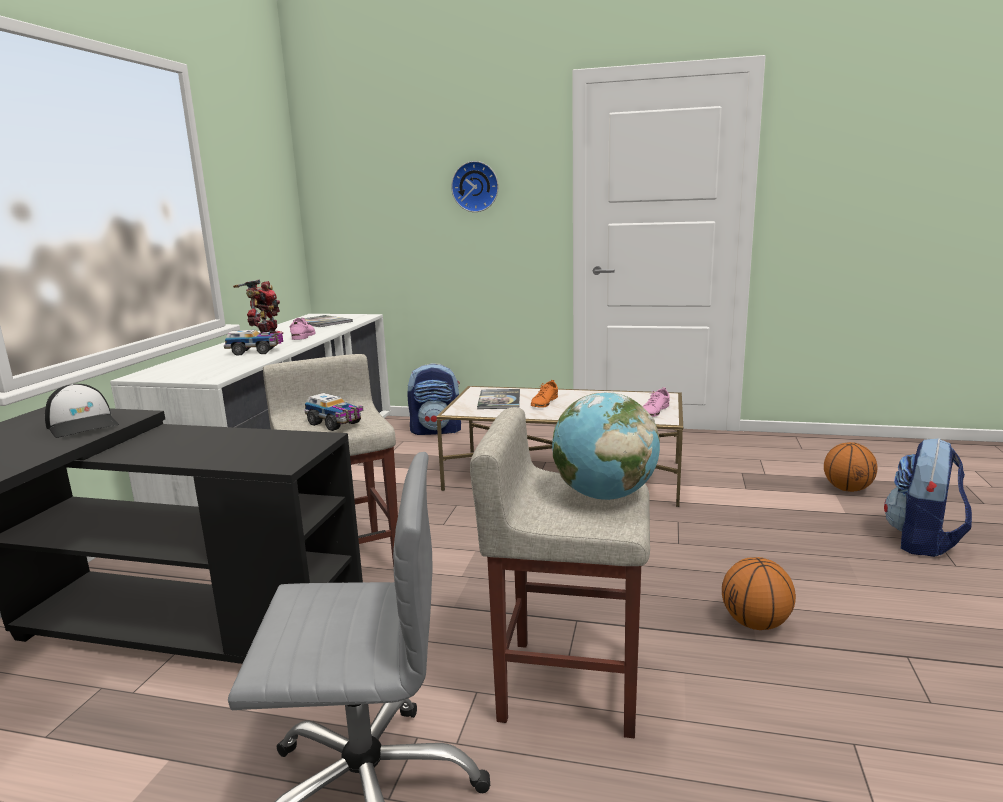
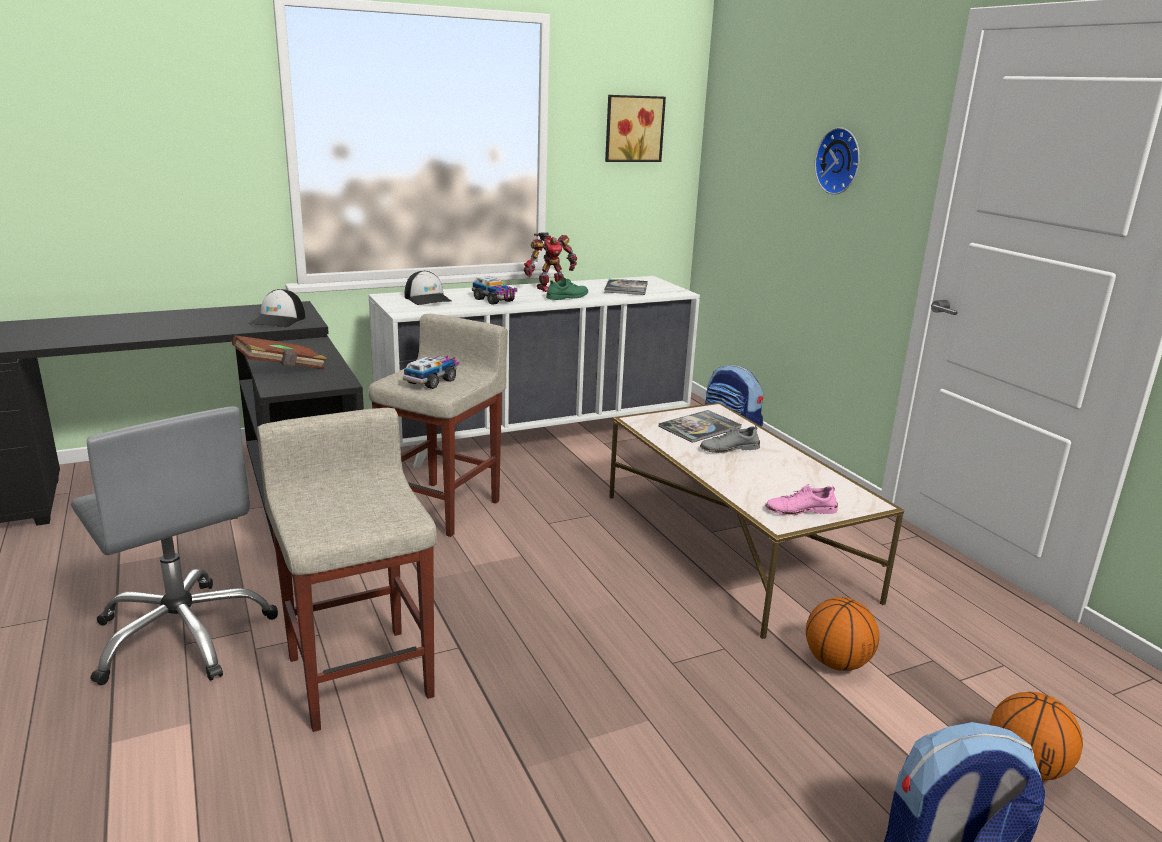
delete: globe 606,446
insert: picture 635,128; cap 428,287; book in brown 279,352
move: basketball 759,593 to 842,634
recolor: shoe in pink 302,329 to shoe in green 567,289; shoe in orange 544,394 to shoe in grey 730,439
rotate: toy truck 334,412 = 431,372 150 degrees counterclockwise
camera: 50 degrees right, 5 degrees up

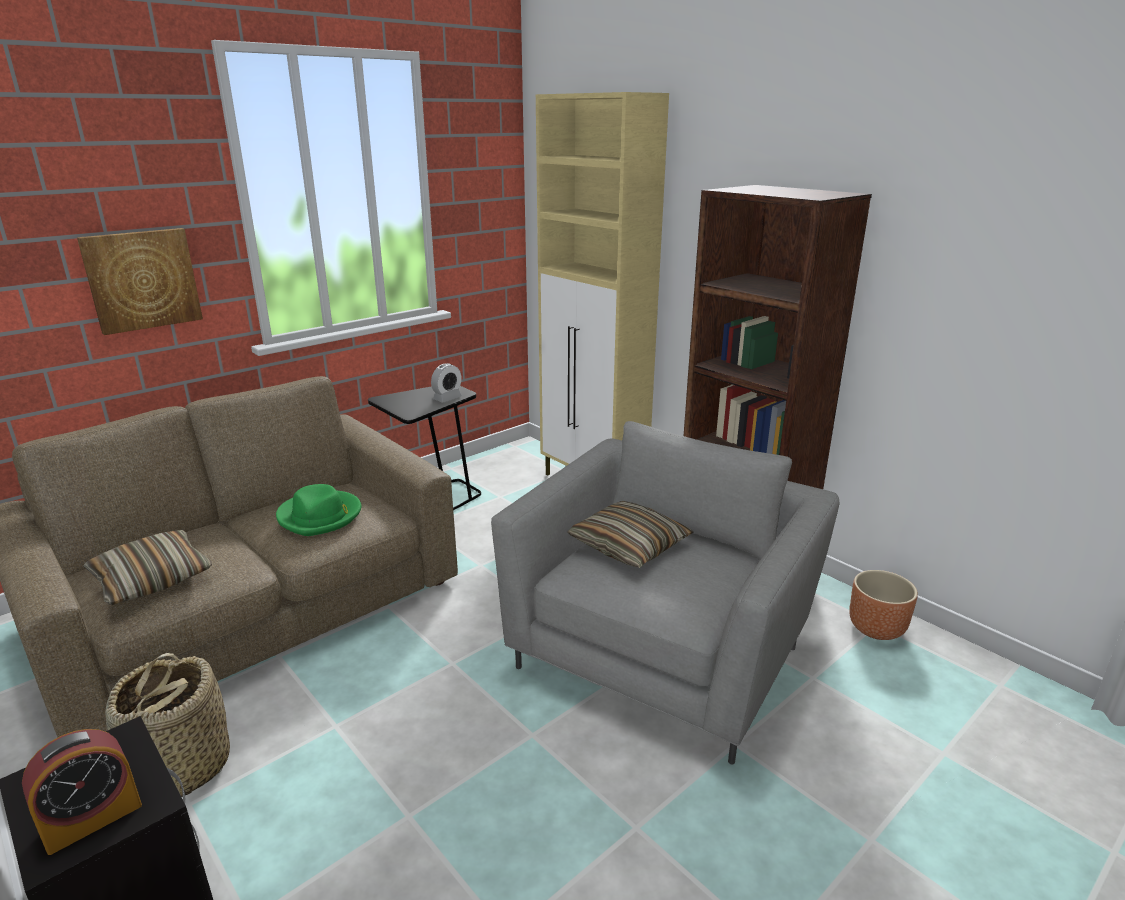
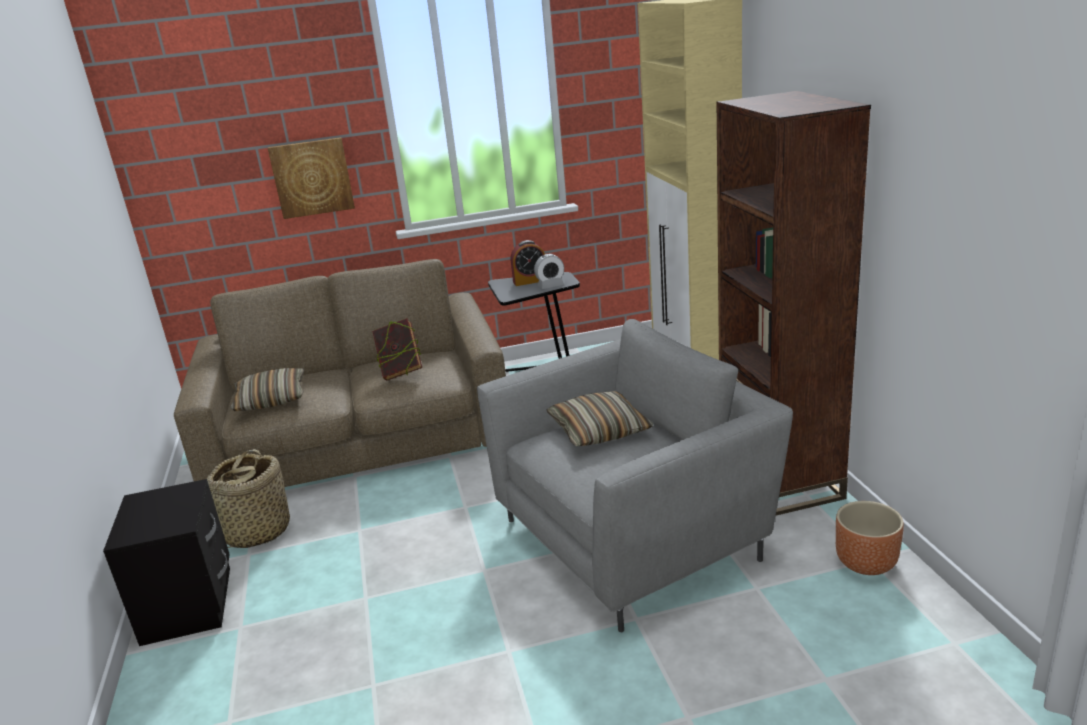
move: alarm clock 82,792 to 528,263
replace: hat in green 318,510 to book 397,349
camera: 30 degrees right, 0 degrees up

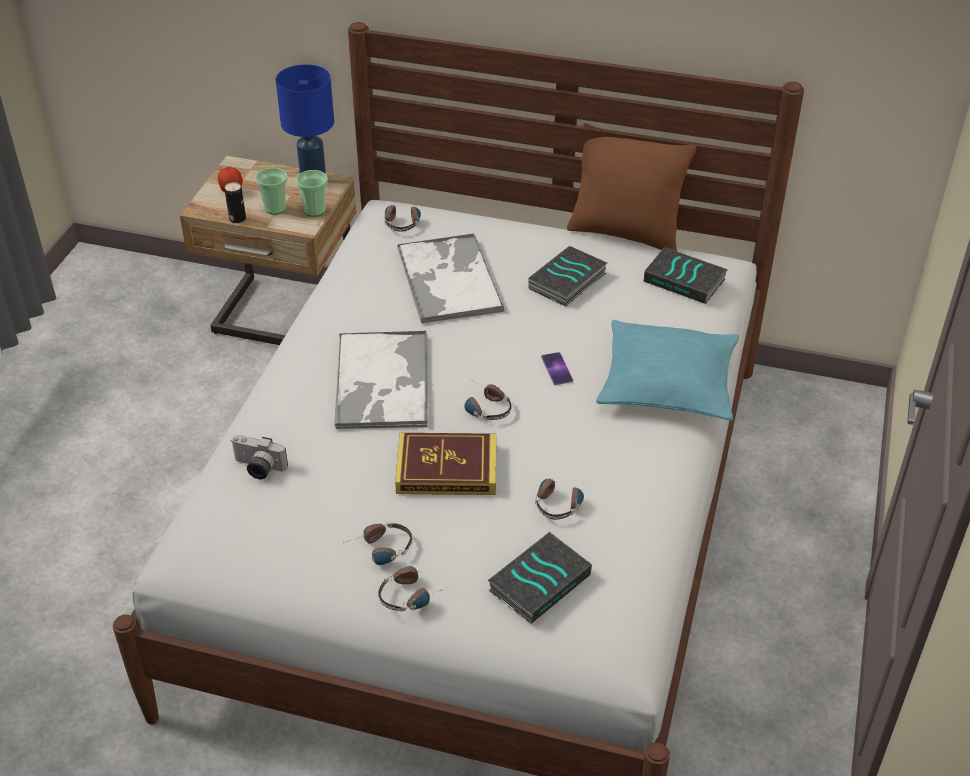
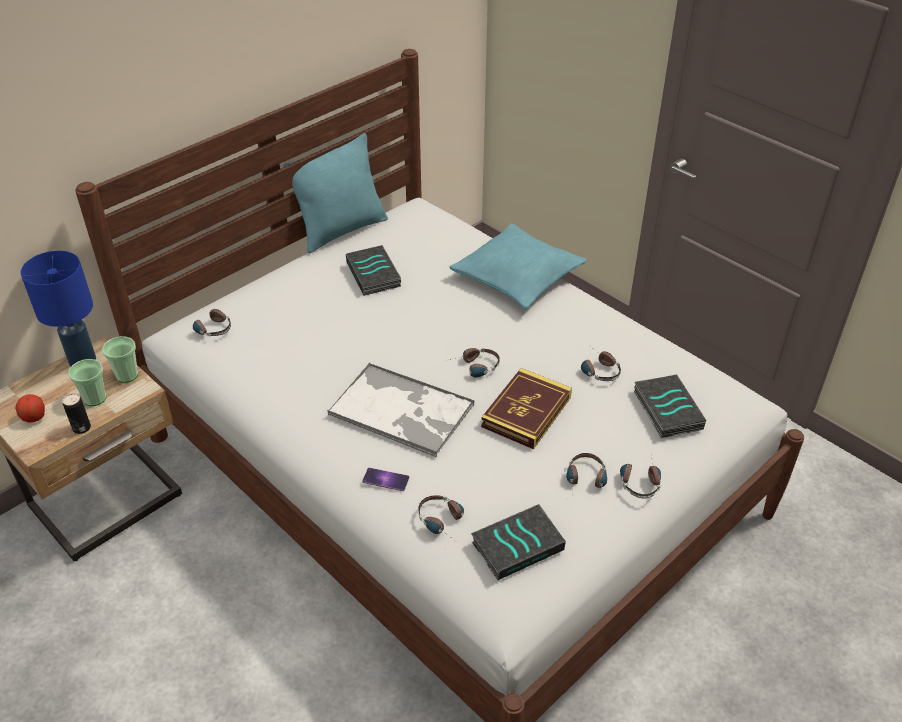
delete: tray 450,278
move: book 686,275 to 518,542; phone 557,368 to 386,479
replace: photo camera 259,457 to headphones 441,517
recolor: pillow in brown 631,187 to pillow in turquoise 335,193
camera: 60 degrees left, 0 degrees up

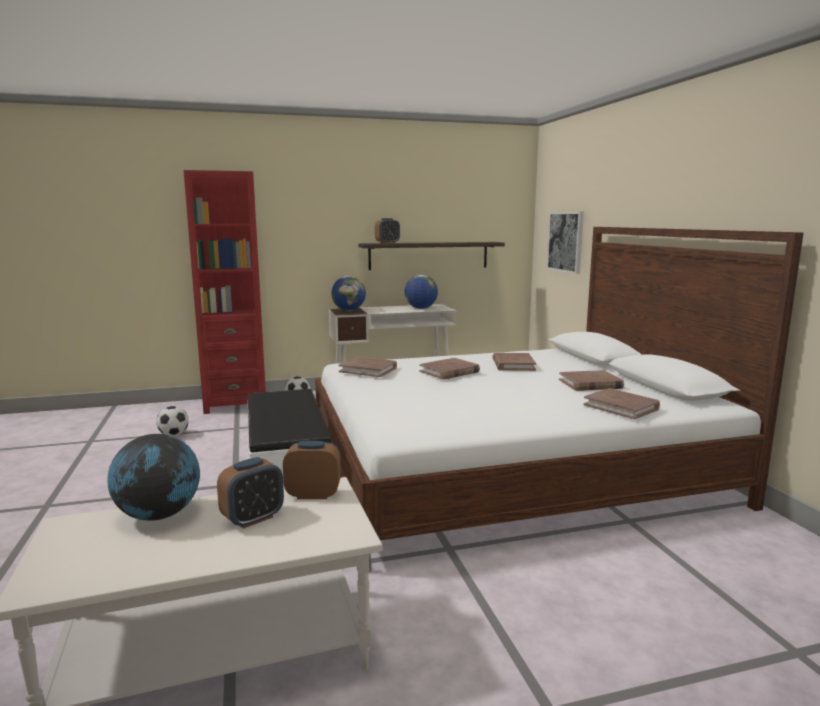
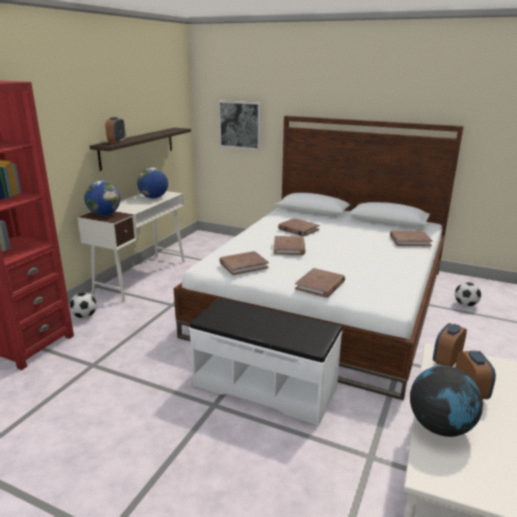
move: book in brown 591,380 to 320,283; football 172,421 to 468,294
camera: 50 degrees left, 10 degrees up

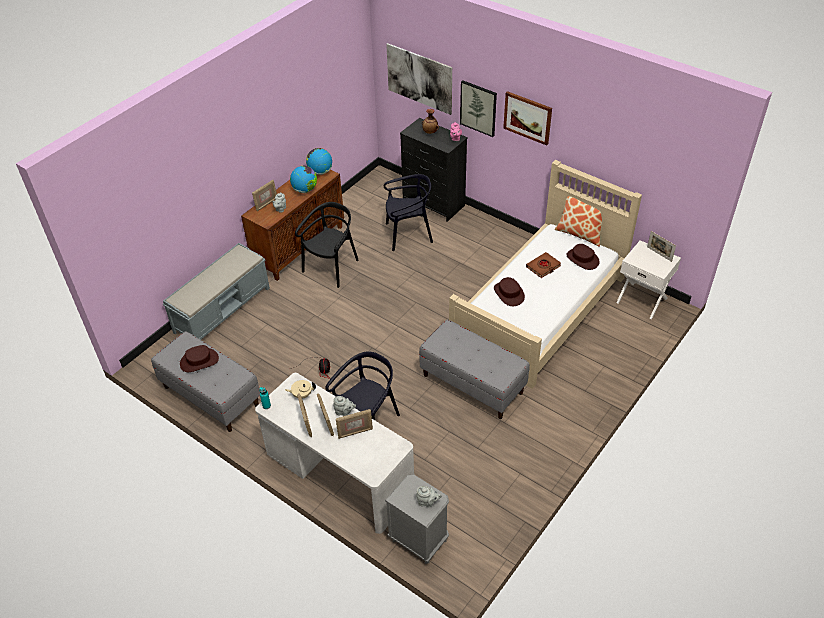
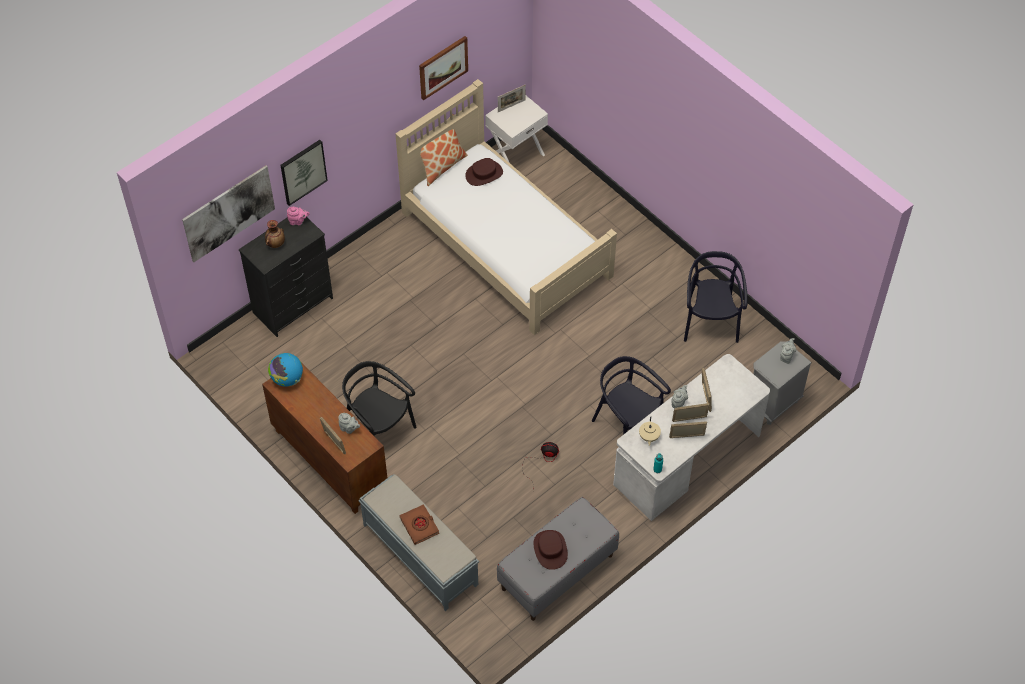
delete: globe 303,179; hat in brown 509,291; bench in grey 474,369
move: picture 527,118 to 443,68; chair in black 408,212 to 715,297; book in brown 543,265 to 419,524
camera: 80 degrees left, 10 degrees up

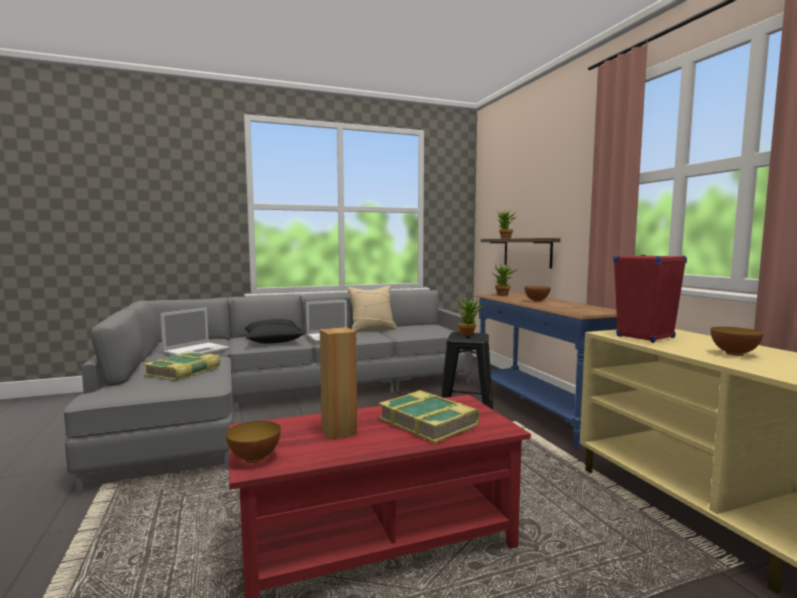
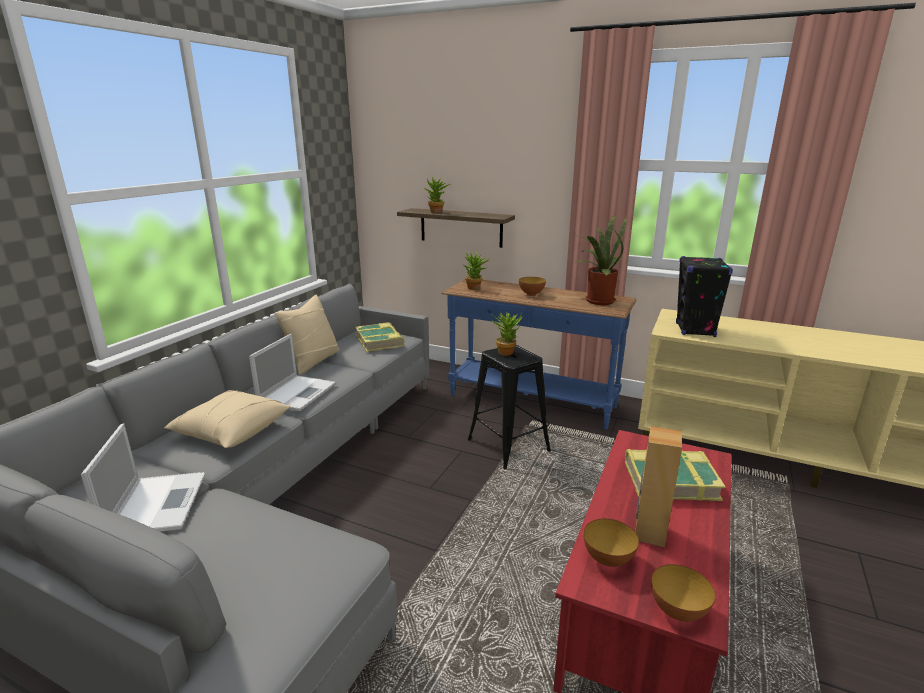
insert: potted plant 600,260
move: bowl 737,341 to 611,542; book 182,366 to 380,337
recolor: speaker in red 650,299 to speaker in black 704,296; pillow in black 274,331 to pillow in beige 227,419
camera: 45 degrees left, 15 degrees up

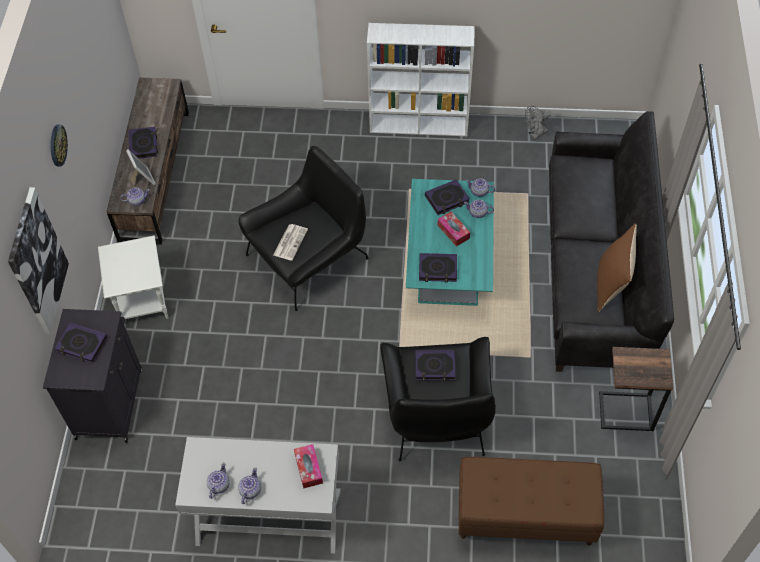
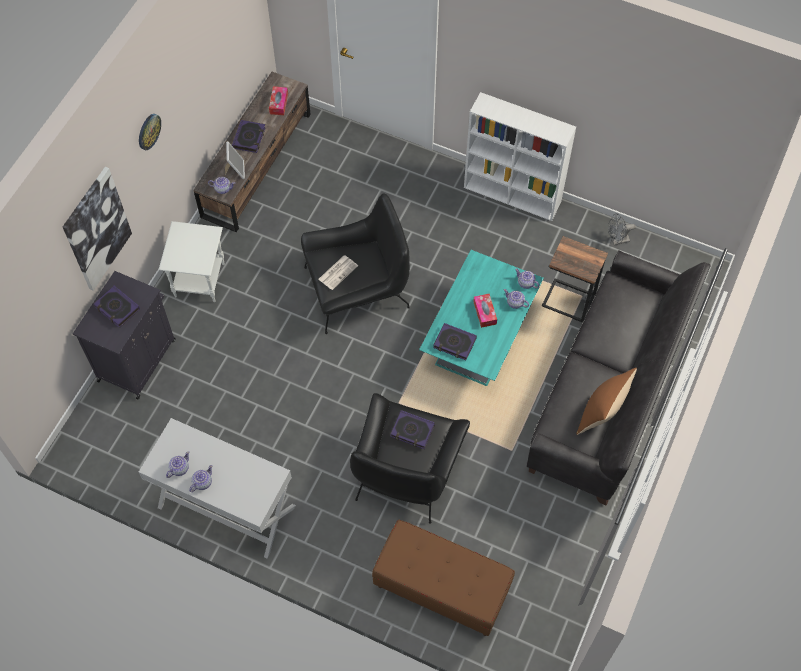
delete: book 447,197
move: side table 636,389 to 575,279; tissue box 308,466 to 278,100
camera: 20 degrees right, 5 degrees up

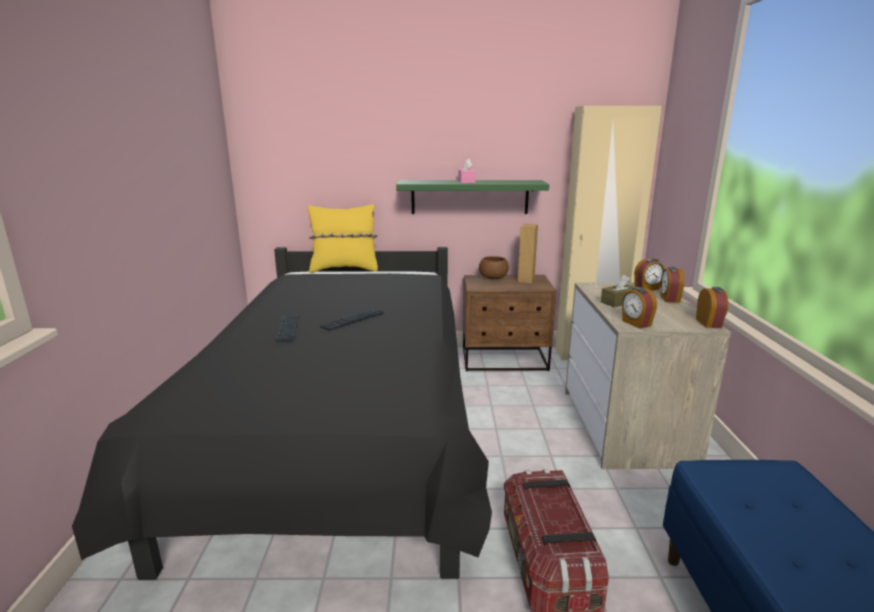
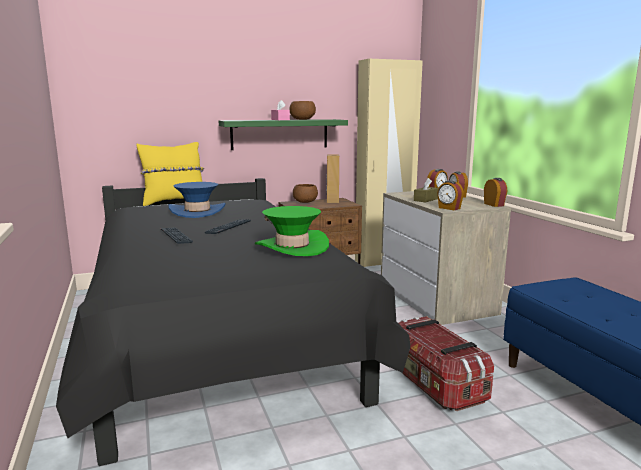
insert: bowl in brown 302,110; hat in blue 197,200; hat in green 292,231
camera: 20 degrees left, 5 degrees down

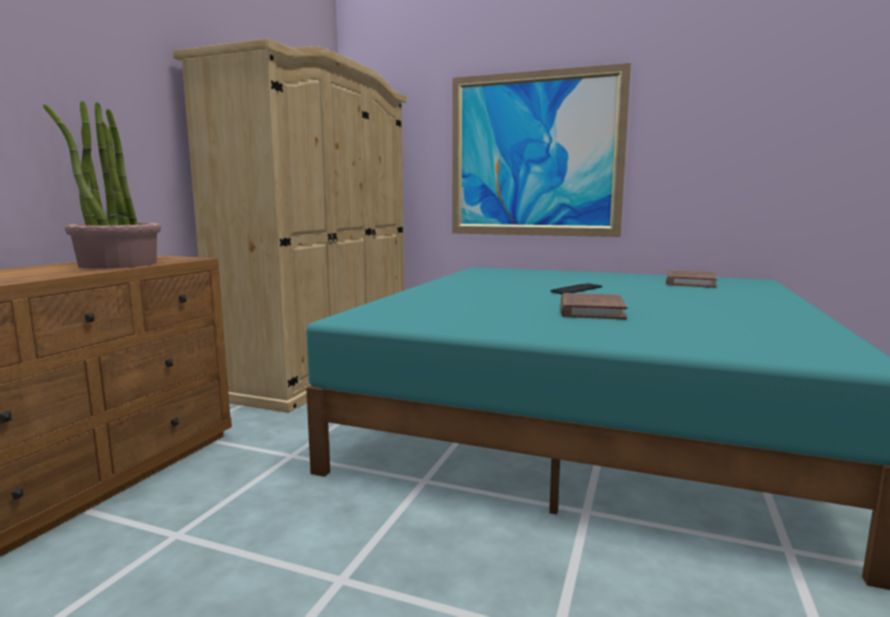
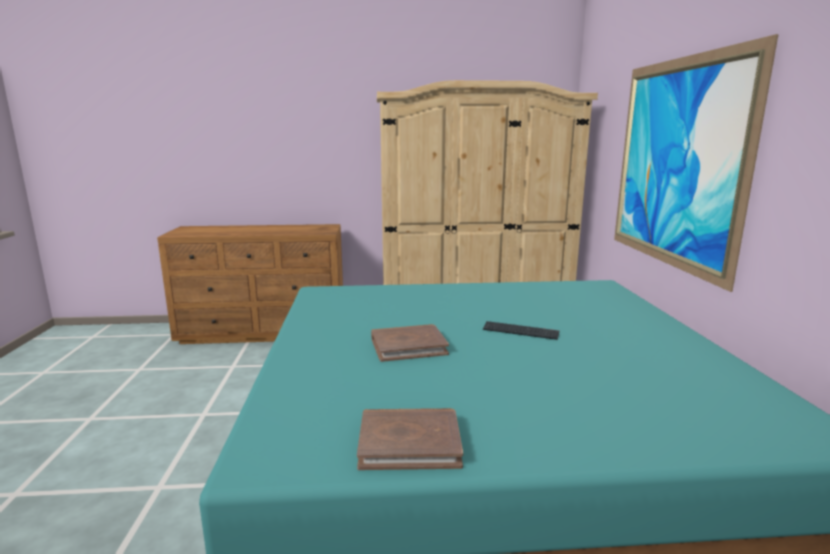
delete: potted plant 102,185
move: book in brown 691,279 to 410,439
camera: 65 degrees right, 5 degrees up

